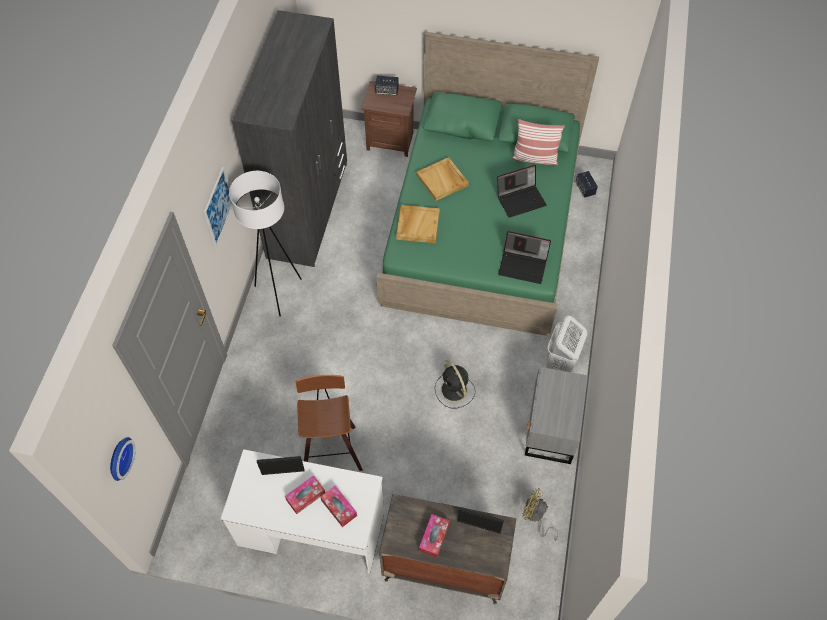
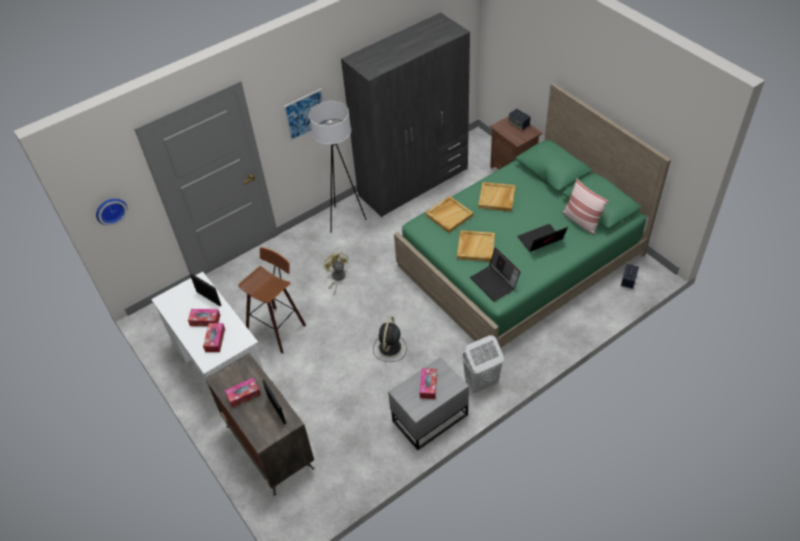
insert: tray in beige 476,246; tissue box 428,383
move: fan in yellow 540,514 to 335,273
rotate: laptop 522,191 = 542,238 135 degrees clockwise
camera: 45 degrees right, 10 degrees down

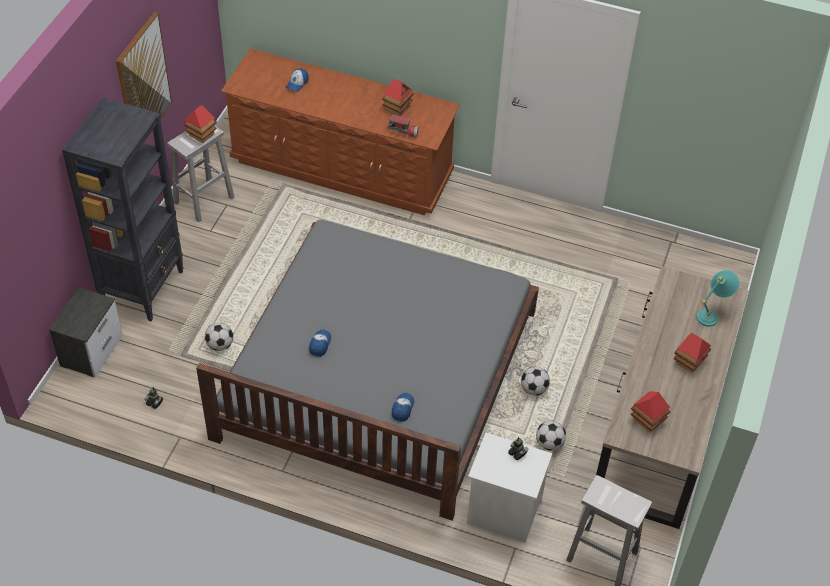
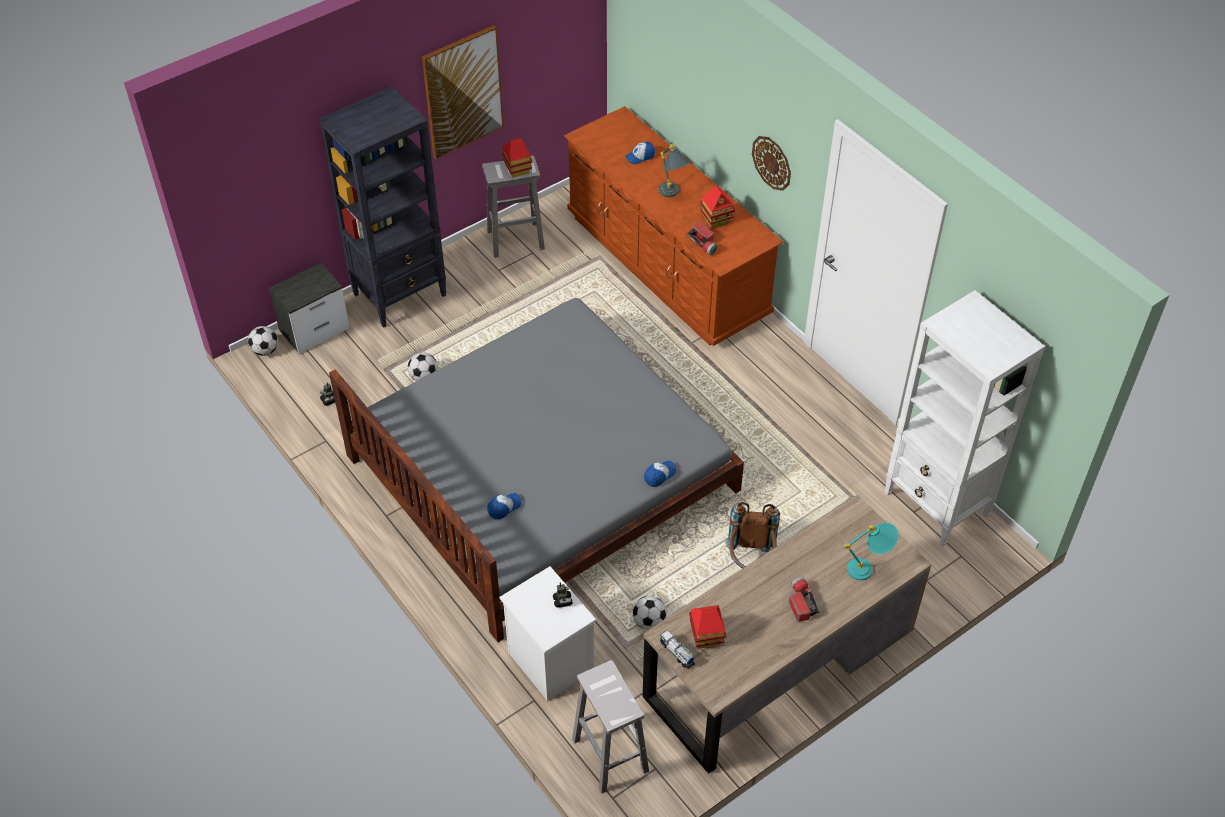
insert: wall clock 771,163; table lamp in grey 674,170; bookcase in white 965,418; backpack in brown 752,535; toy truck 677,649
move: cap 320,343 to 660,473; football 535,381 to 263,341
replace: toy house 692,353 to flashlight 804,599
camera: 35 degrees right, 0 degrees up

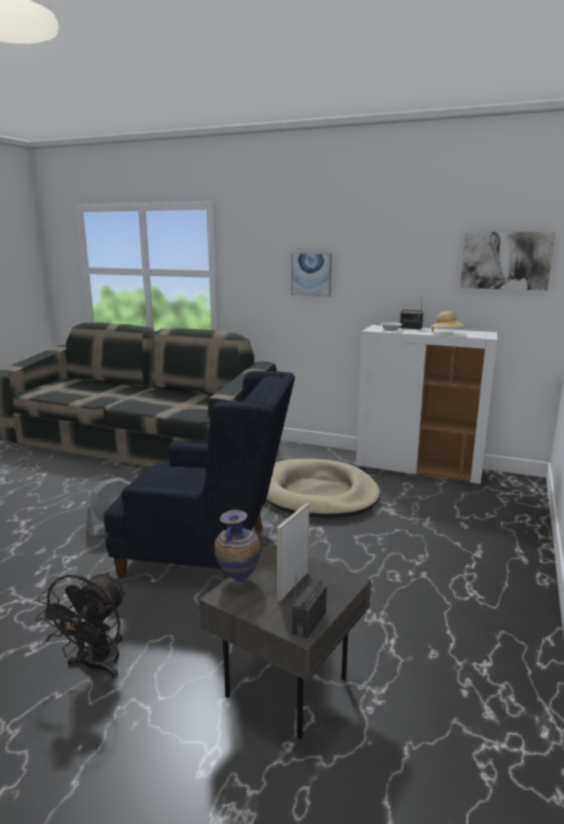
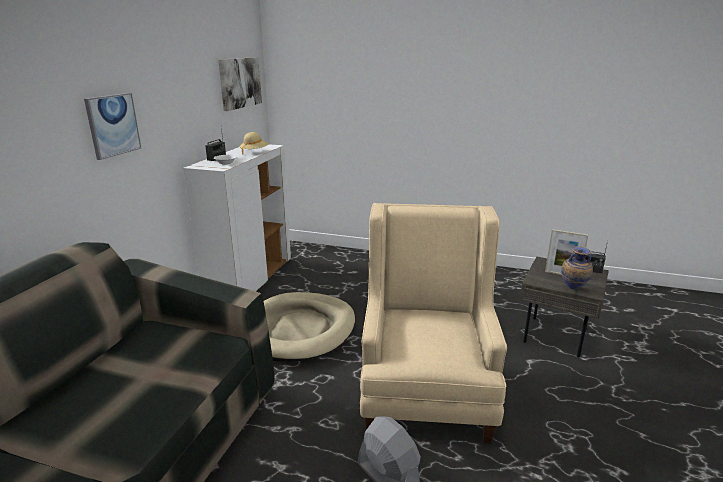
delete: fan in black 80,625
recolor: armchair in blue 199,475 to armchair in beige 433,323
camera: 95 degrees left, 5 degrees up

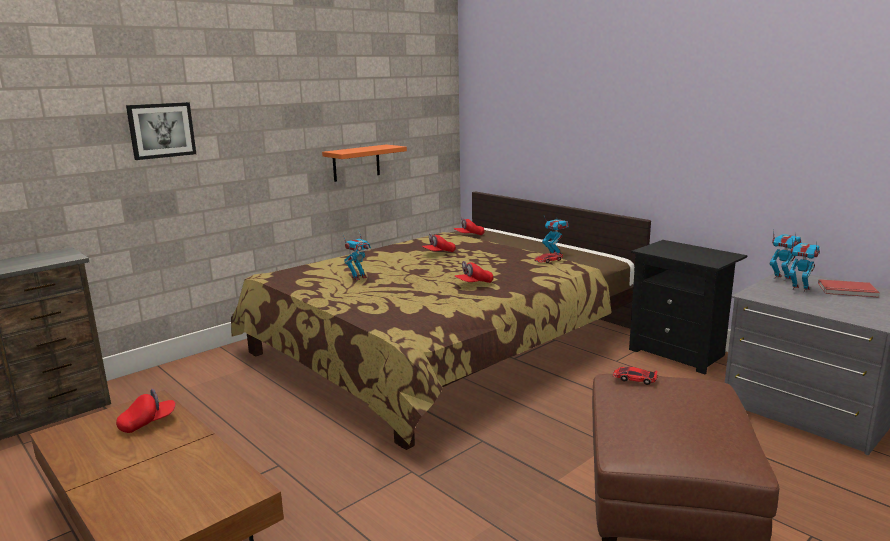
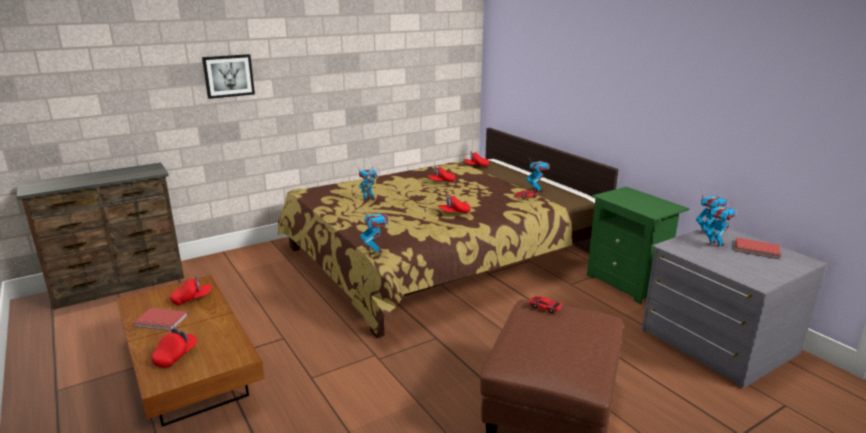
delete: shelf in orange 364,163
insert: toy robot 374,230; book in red 160,319; cap in red 174,347
recolor: nightstand in black 688,307 to nightstand in green 638,245
camera: 10 degrees right, 5 degrees up

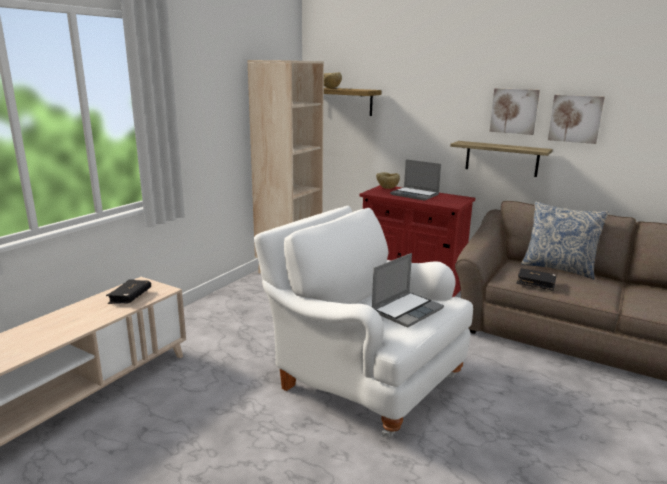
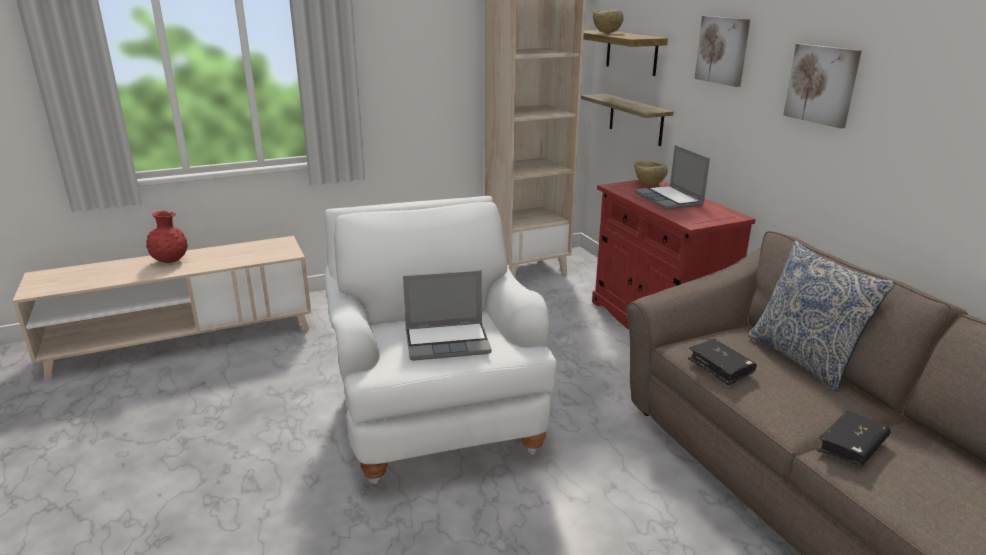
insert: vase in red 167,236
move: picture 576,119 to 722,51; shelf 501,159 to 627,120; book in black 128,292 to 853,438
camera: 35 degrees right, 5 degrees up

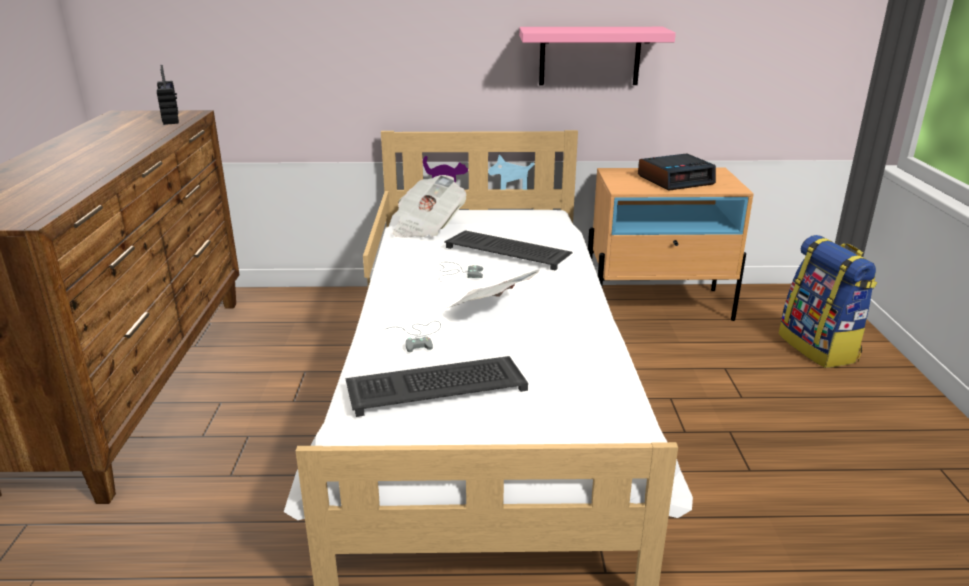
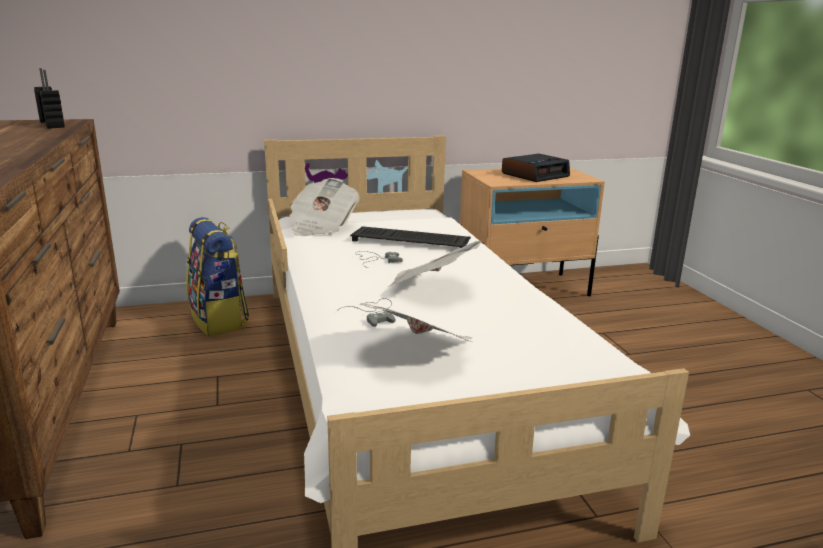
delete: shelf in pink 597,56
move: backpack 828,301 to 218,276
replace: keyboard 437,386 to newspaper 415,322
camera: 15 degrees left, 5 degrees down

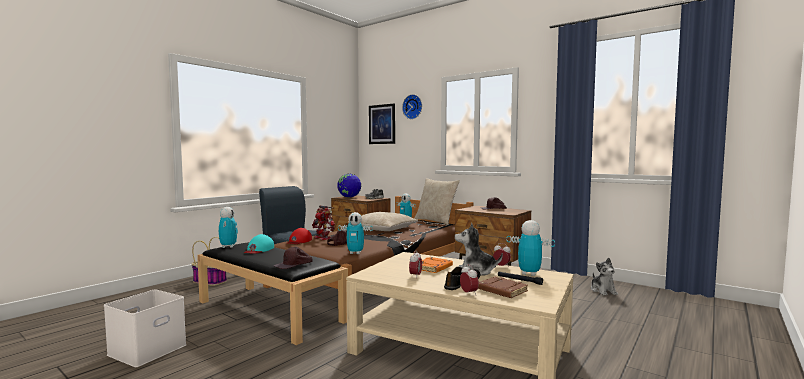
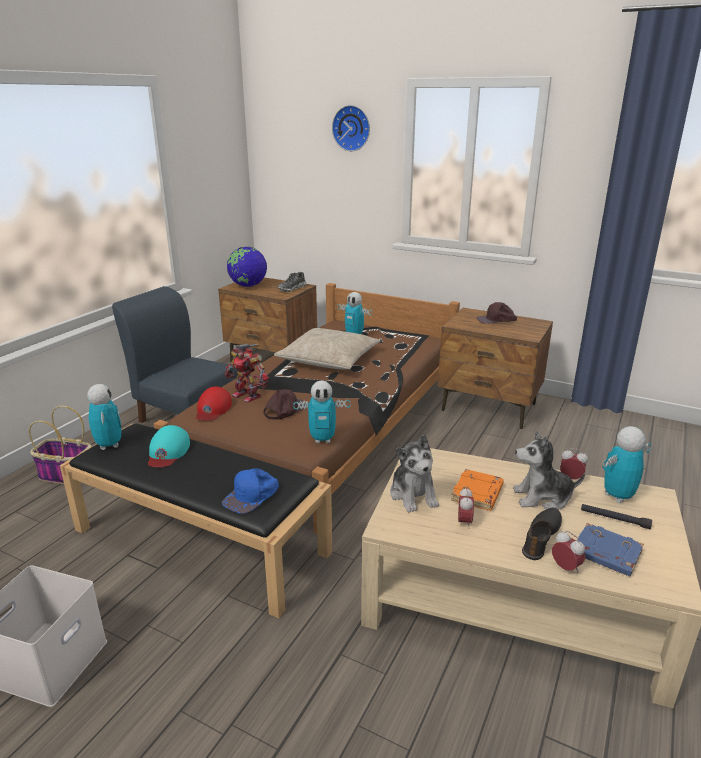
delete: picture 382,124; pillow in beige 437,201
move: plush toy 604,276 to 414,474
recolor: cap in brown 293,257 to cap in blue 250,491; book in brown 503,287 to book in blue 610,550
rotate: toy robot 531,248 = 626,464 45 degrees counterclockwise
camera: 10 degrees left, 20 degrees up

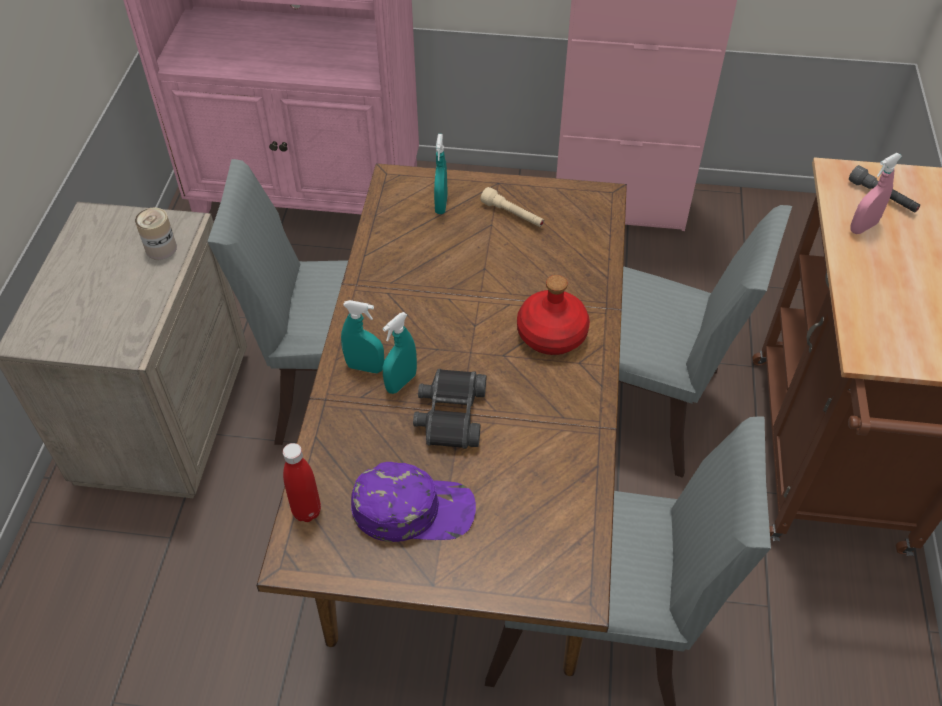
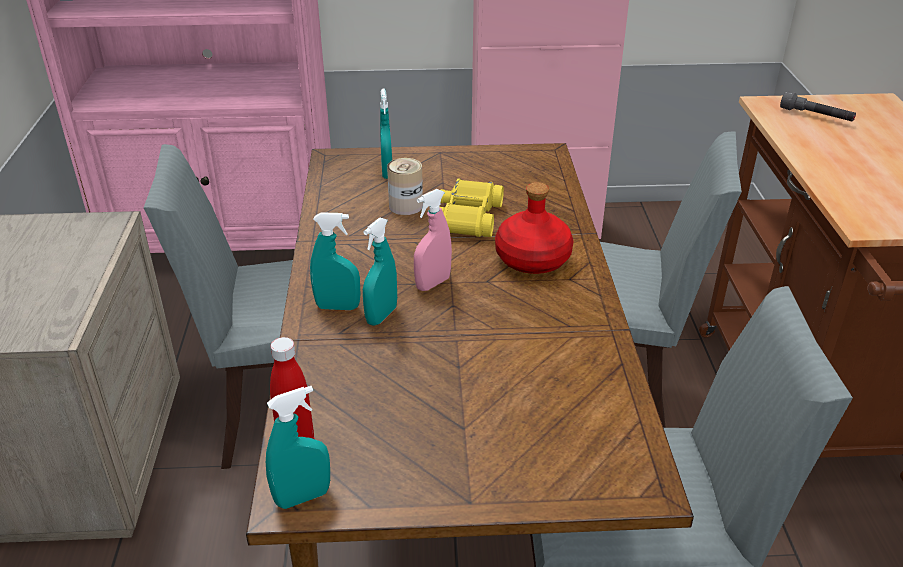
delete: flashlight in beige 512,207; binoculars in black 449,409; cap in purple 413,502
insert: binoculars in yellow 472,208; spray bottle in turquoise 298,447
move: spray bottle in pink 876,193 to 433,240; can 156,234 to 405,186
camera: 10 degrees left, 15 degrees down

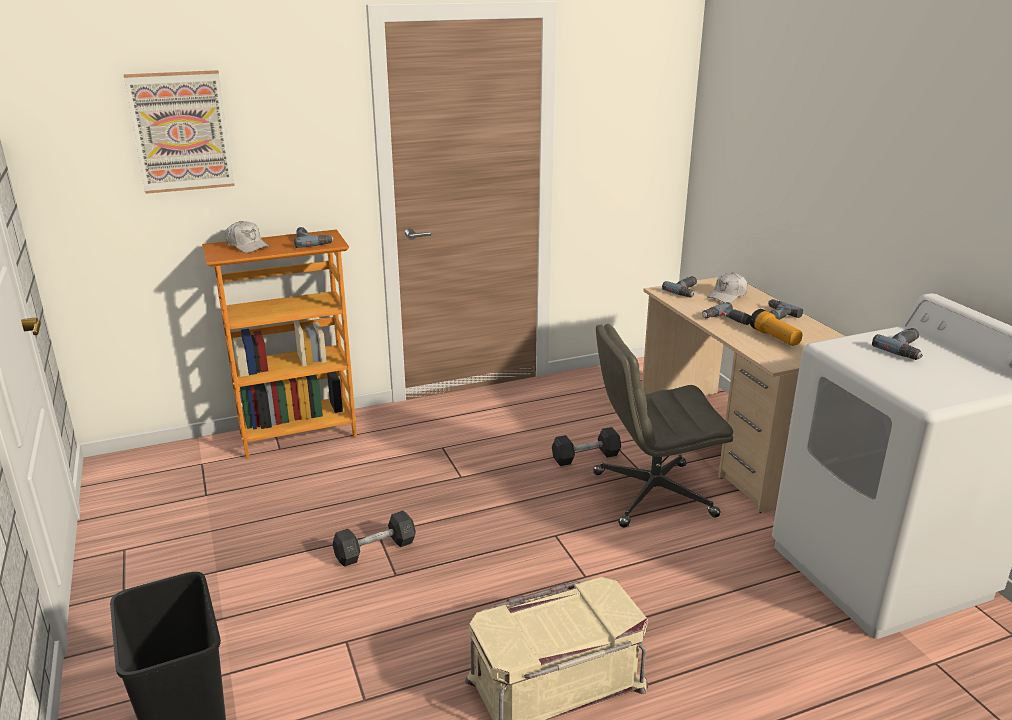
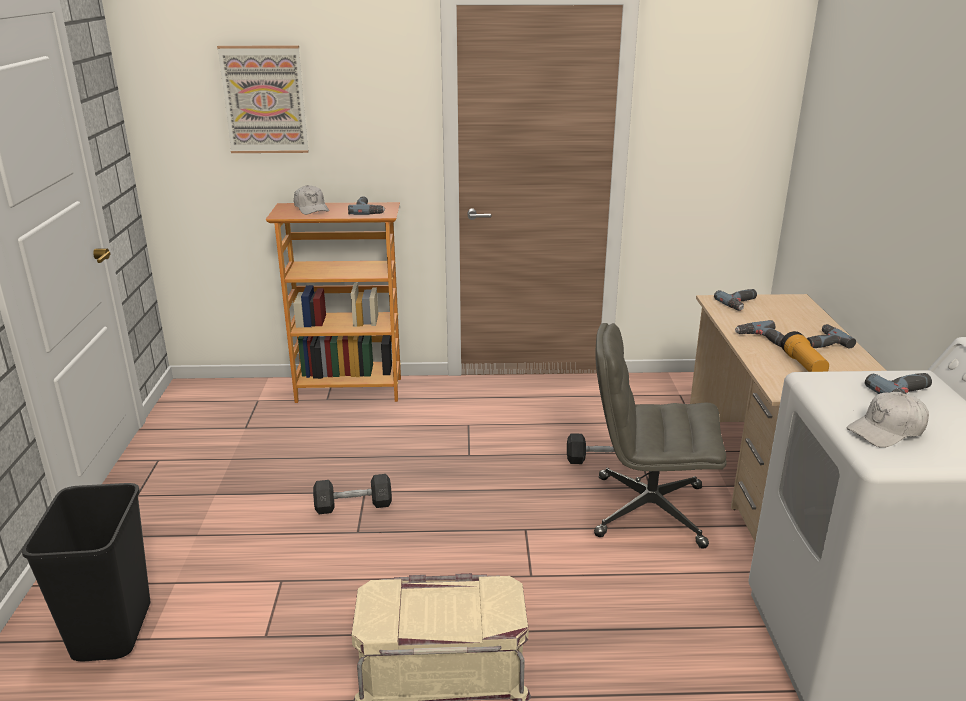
move: cap in white 727,288 to 888,420
camera: 20 degrees right, 0 degrees up

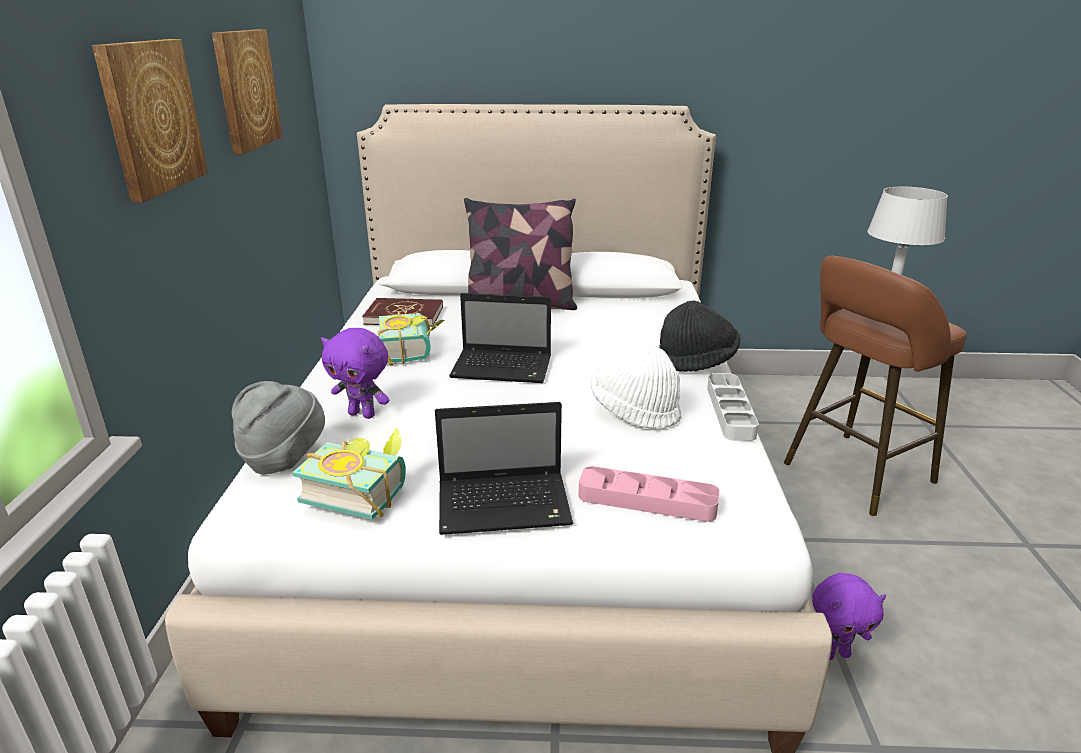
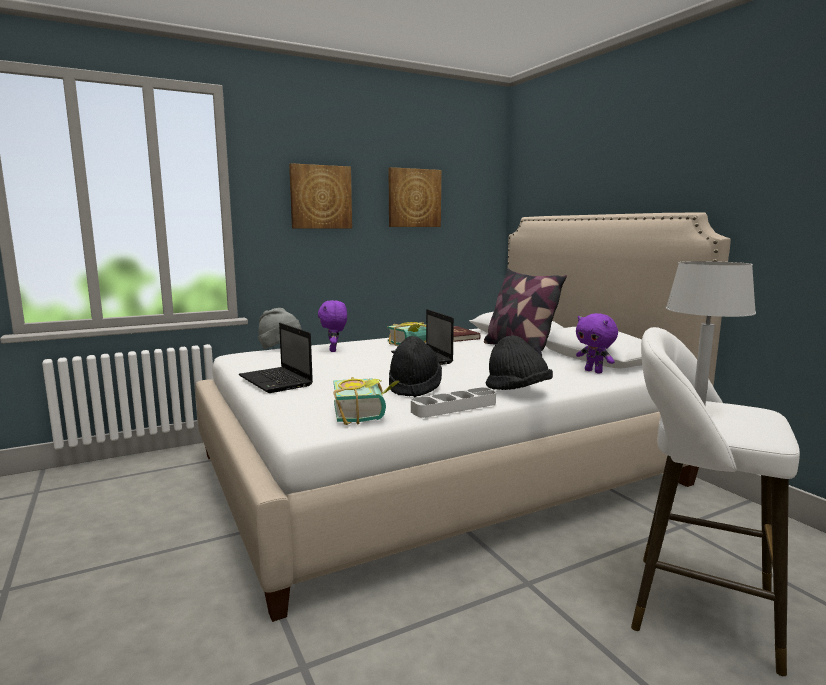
delete: tray in pink 649,494
move: book 349,473 to 366,401; plush toy in purple 849,616 to 597,343
recolor: stool in brown 875,386 to stool in white 715,501; hat in white 636,387 to hat in black 415,366
camera: 60 degrees right, 15 degrees down

